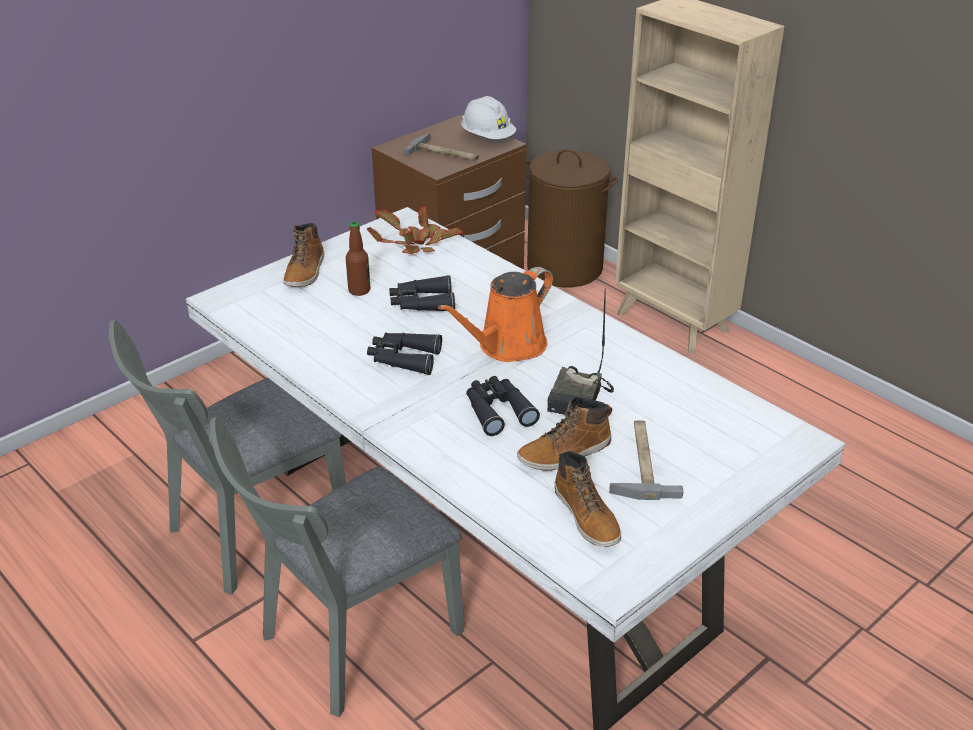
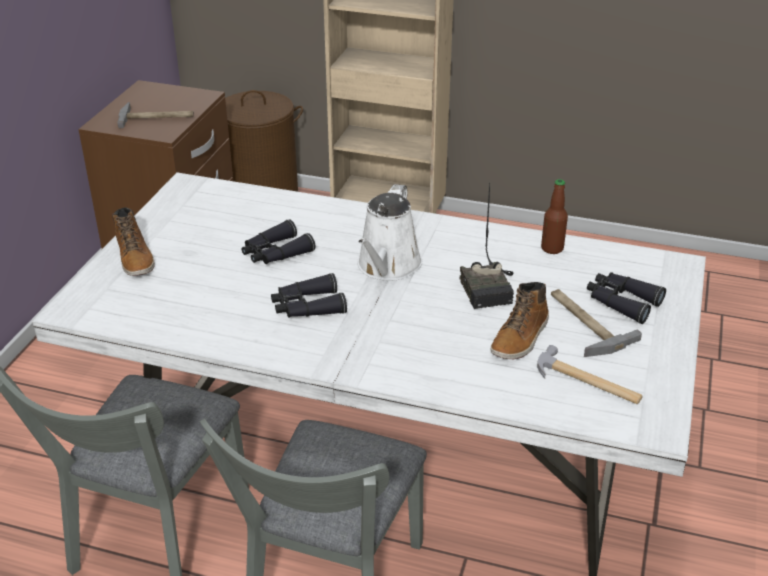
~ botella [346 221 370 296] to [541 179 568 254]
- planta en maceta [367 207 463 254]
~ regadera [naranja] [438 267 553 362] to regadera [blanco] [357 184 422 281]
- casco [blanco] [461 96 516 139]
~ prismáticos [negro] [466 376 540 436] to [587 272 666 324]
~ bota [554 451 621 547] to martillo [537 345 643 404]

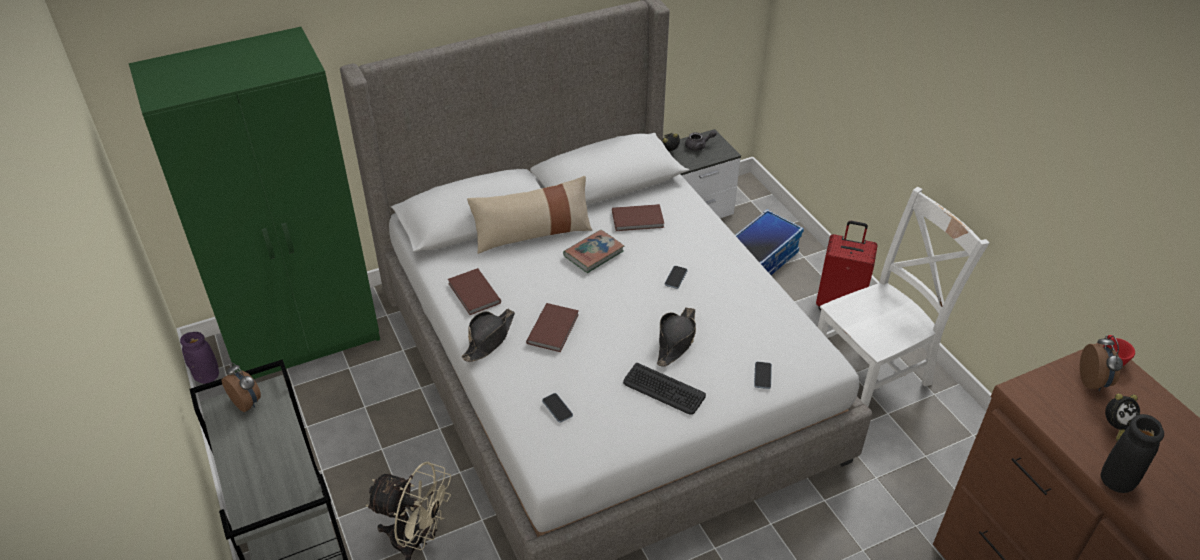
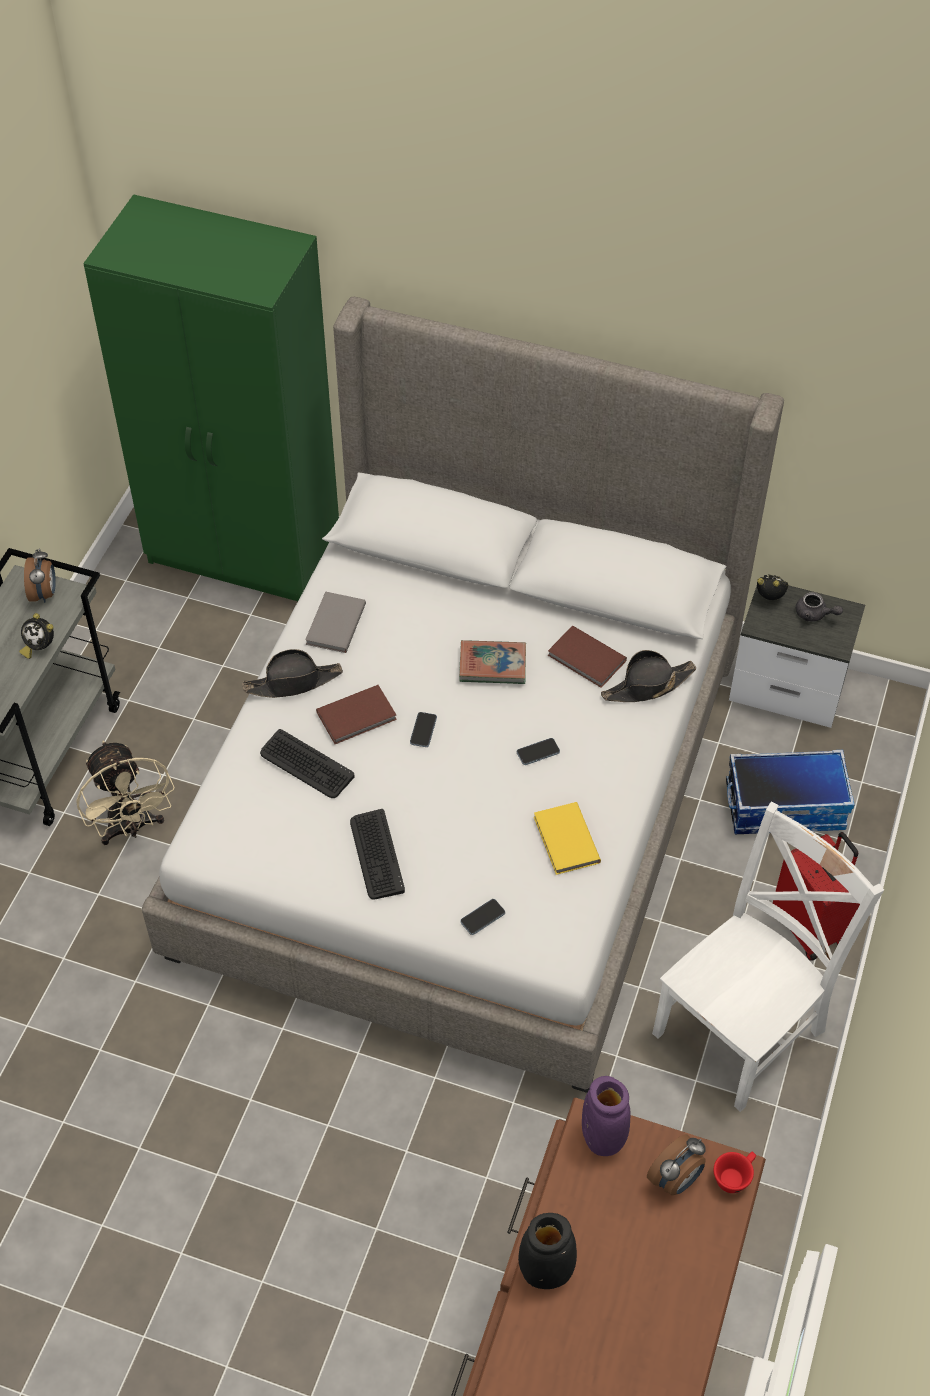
~ florero [morado] [180 332 219 384] to [582 1076 630 1156]
~ libro [marrón] [448 268 501 315] to libro [gris] [305 591 366 653]
- cojín [beis] [467 176 592 254]
~ móvil [542 393 573 422] to [410 712 437 747]
~ sombrero [negro] [657 308 696 367] to [601 650 696 702]
~ silla [blanco] [818 187 989 407] = [652 802 884 1112] 60 degrees counterclockwise
~ despertador [1105 394 1140 441] to [19 613 54 659]
+ teclado [260 729 355 798]
+ libro [amarillo] [534 802 601 875]

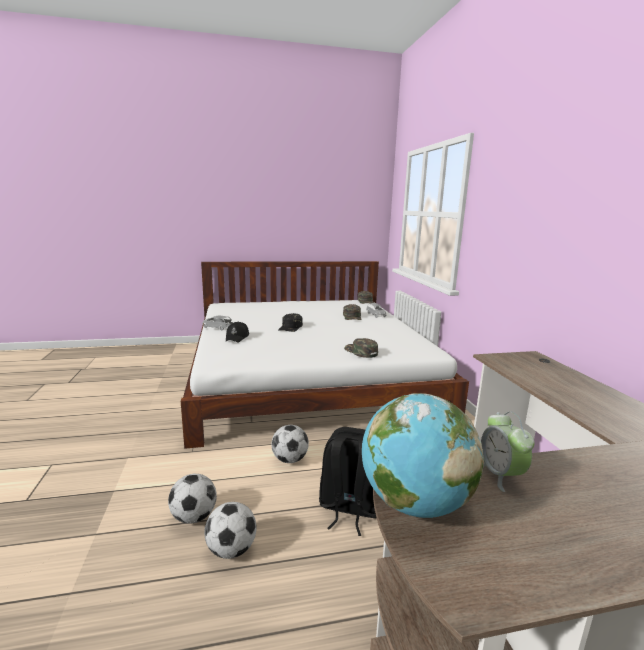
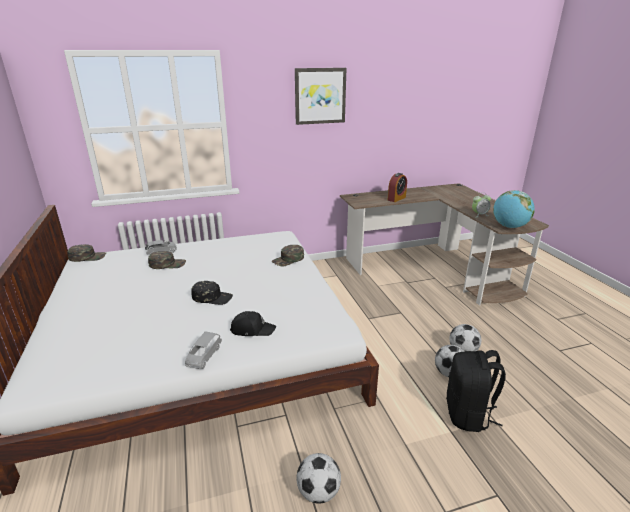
~ balón de fútbol [271 425 309 463] to [296 453 341 504]
~ mochila [negro] [319 427 376 536] to [446 350 506 432]
+ cuadro [295 68 347 125]
+ despertador [388 173 407 202]

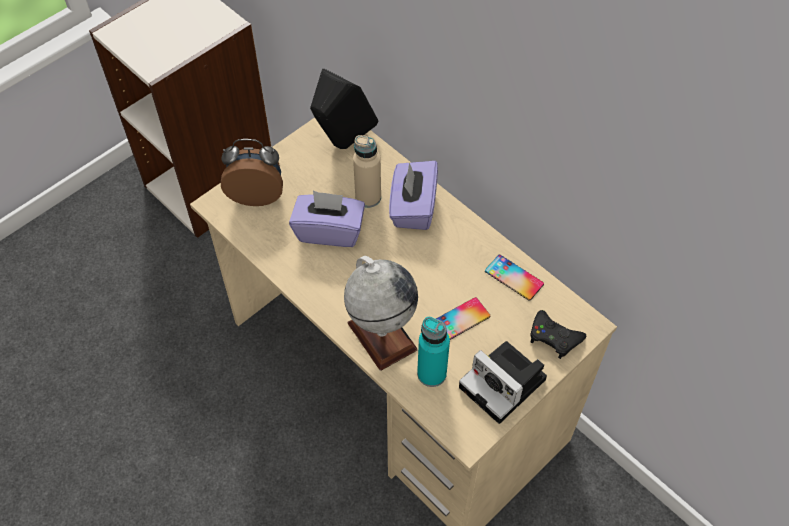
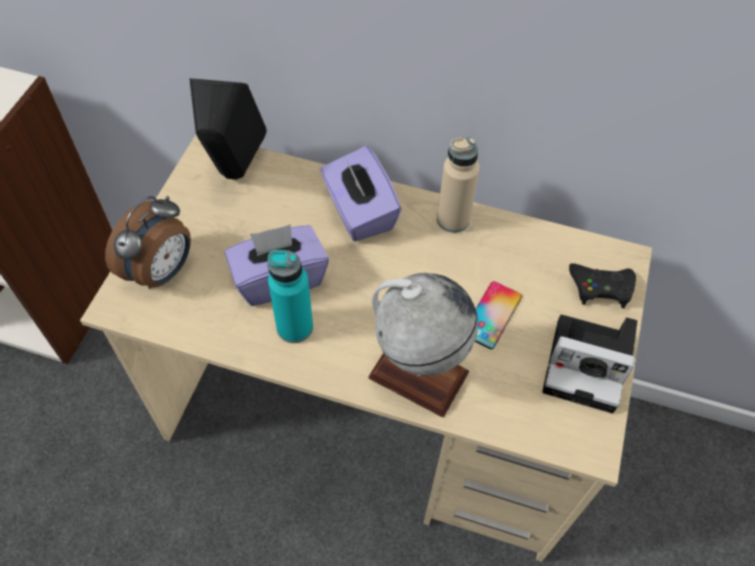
~ despertador [221 139 283 206] = [105 196 191 289] 150 degrees clockwise
~ botella [beis] [353 135 381 208] to [437 137 480 233]
~ botella [turquesa] [417 317 450 387] to [267 250 313 343]
- móvil [485 255 544 301]

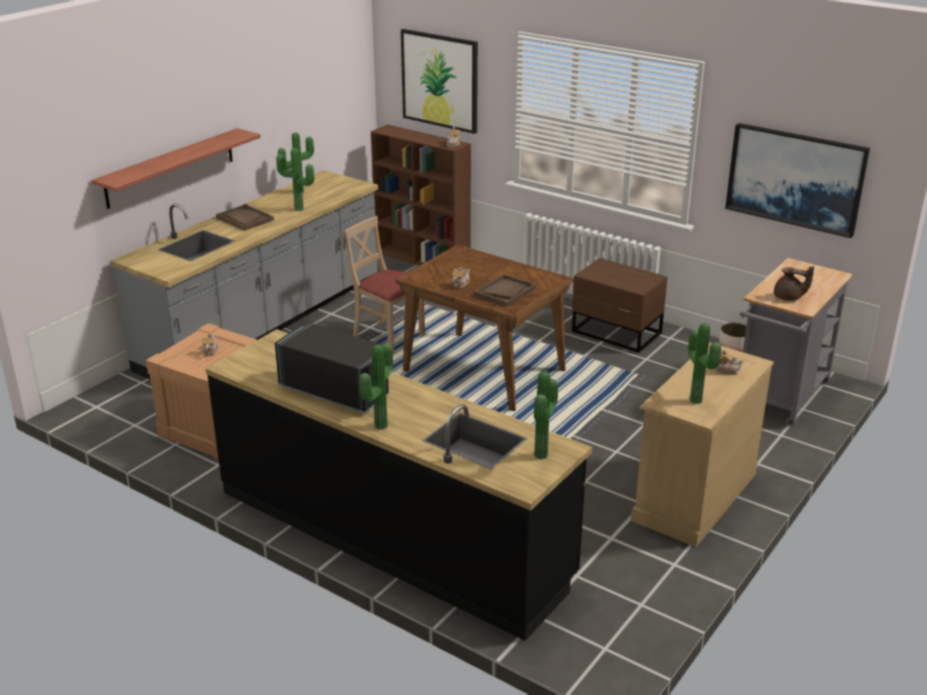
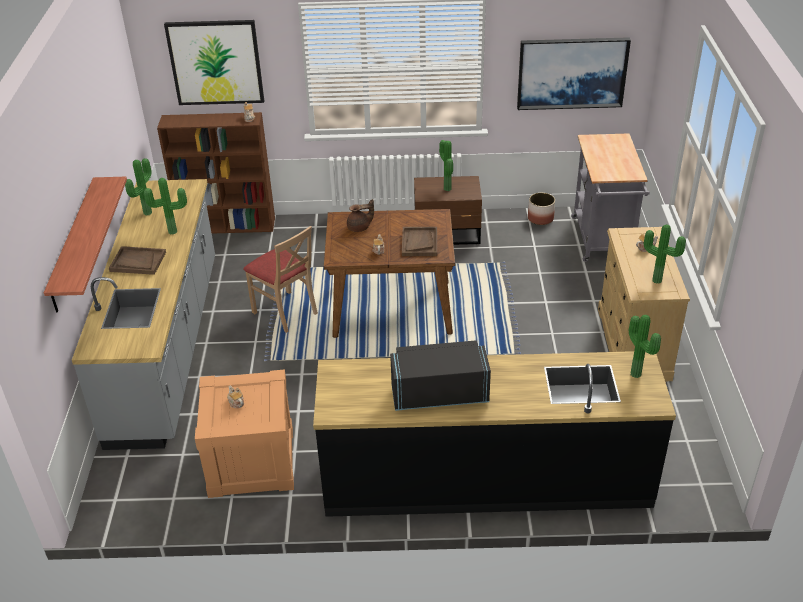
~ silla [beis] [344 216 425 354] = [243 226 318 333] 135 degrees counterclockwise
~ planta en maceta [359 344 393 430] to [439 140 453 191]
~ tetera [marrón] [774 266 814 301] to [347 199 374 232]

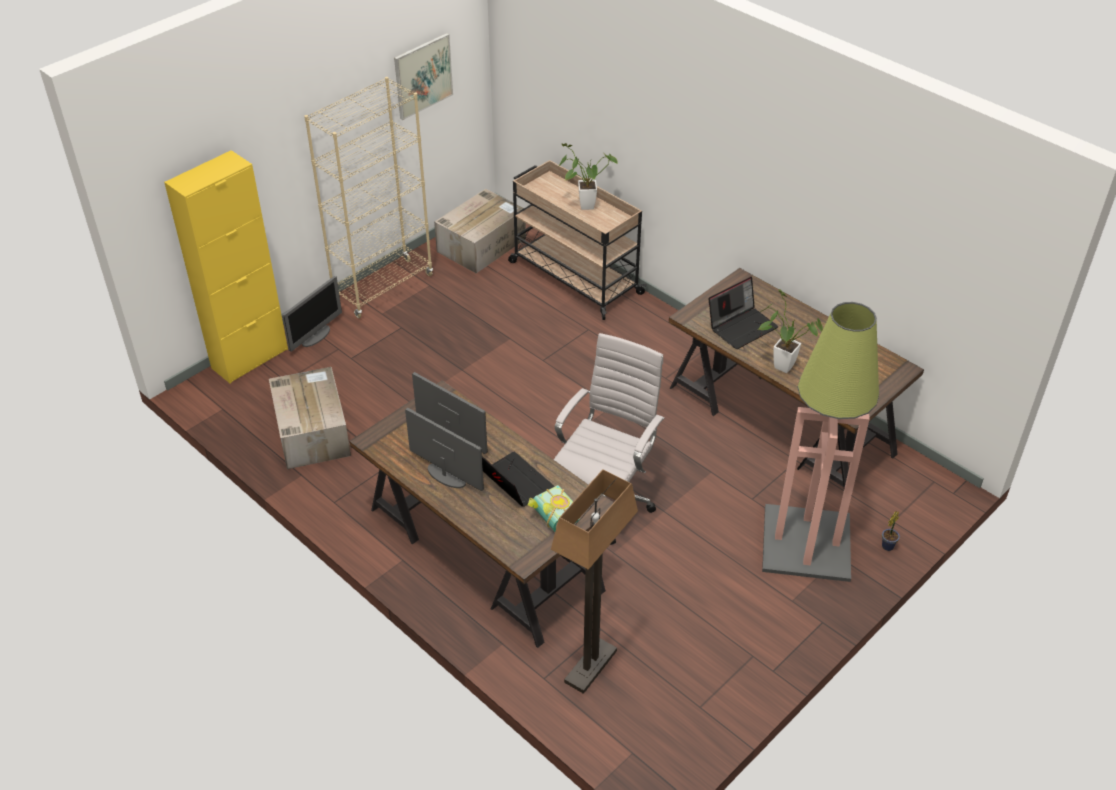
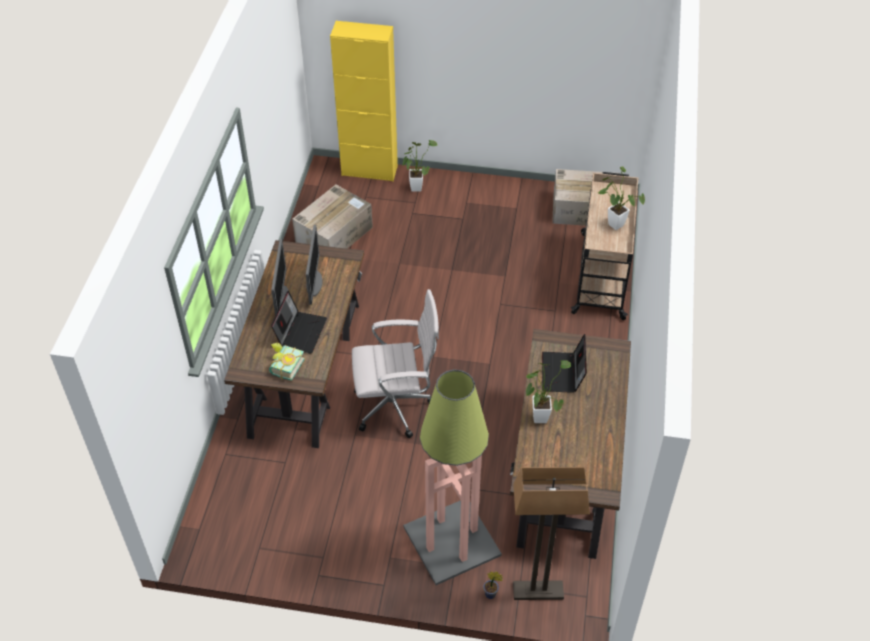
~ monitor [282 276 342 352] to planta en maceta [403 140 438 192]
- estantería [beis] [304 77 433 318]
- cuadro [394 33 453 120]
~ lámpara de pie [551 469 638 694] to [513 467 590 600]
~ portátil [709 277 778 349] = [542 334 587 393] 75 degrees clockwise

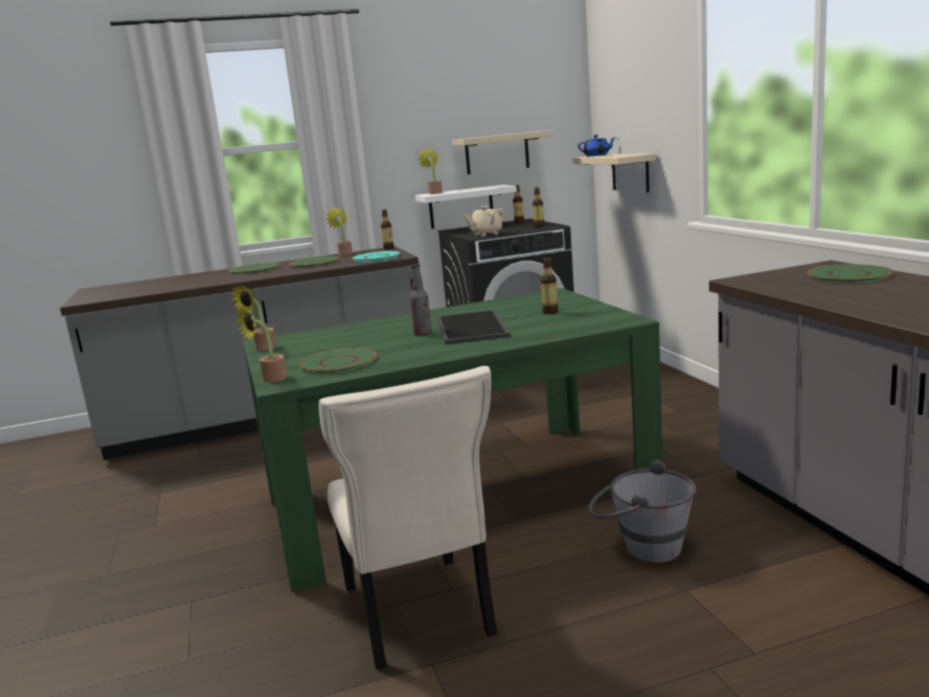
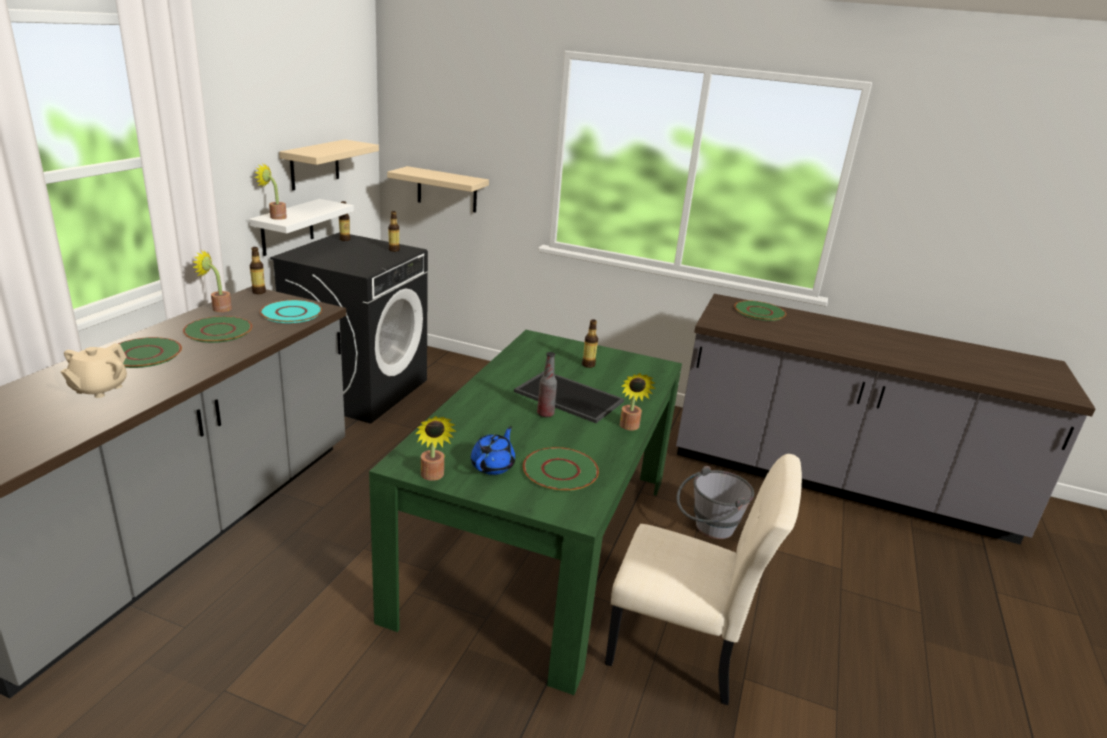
~ planta en maceta [235 305 287 382] to [620 373 656 430]
~ tetera [beis] [464 206 506 236] to [60 343 127 398]
~ tetera [azul] [578 135 616 156] to [471 426 515 475]

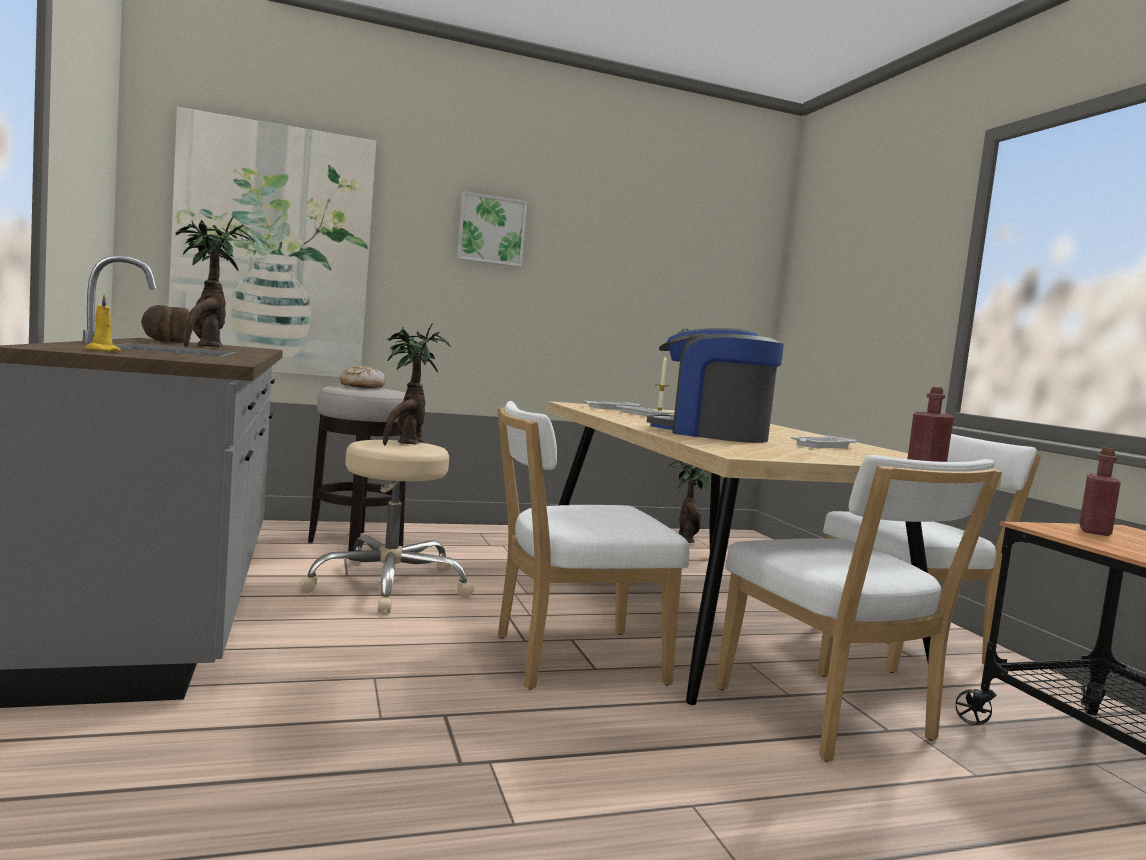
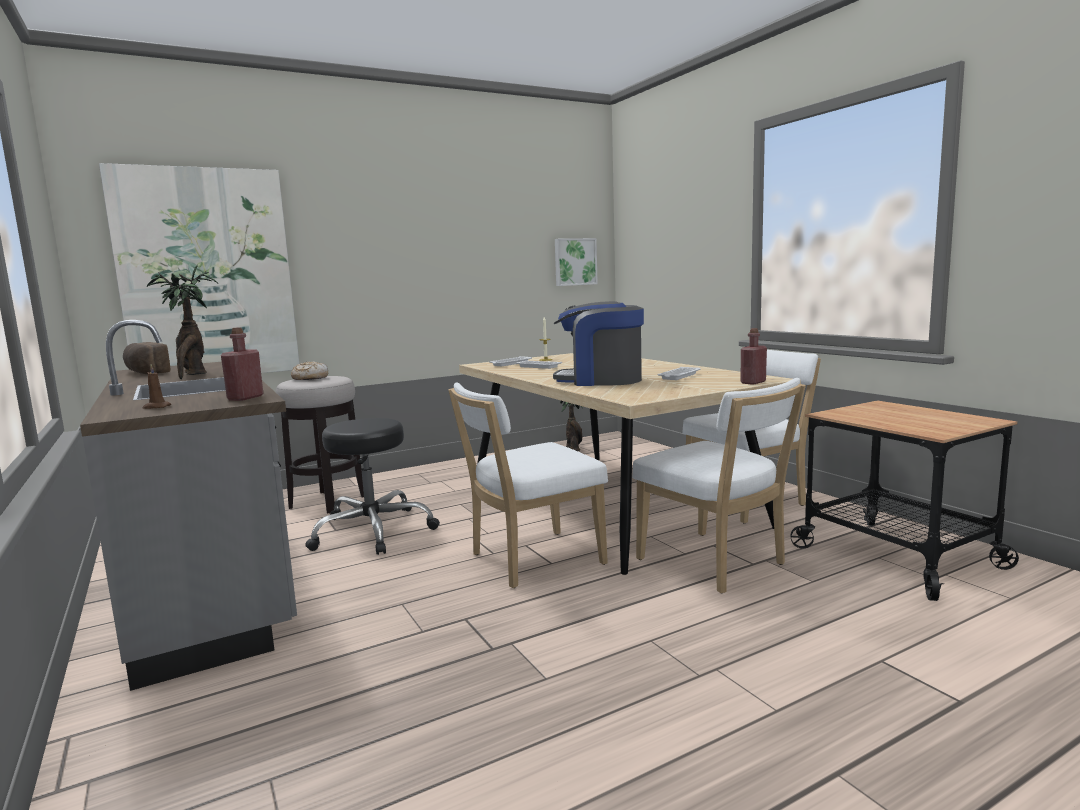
~ vela [amarillo] [85 295 121 351] to vela [marrón] [143 364 171 409]
~ taburete [beis] [299 440 474 613] to taburete [negro] [305 418 440 555]
- planta en maceta [383 323 450 446]
~ cuadro [457 191 527 267] to [555 238 598 286]
~ botella [rojo] [1079 447 1121 536] to [221 327 263 401]

